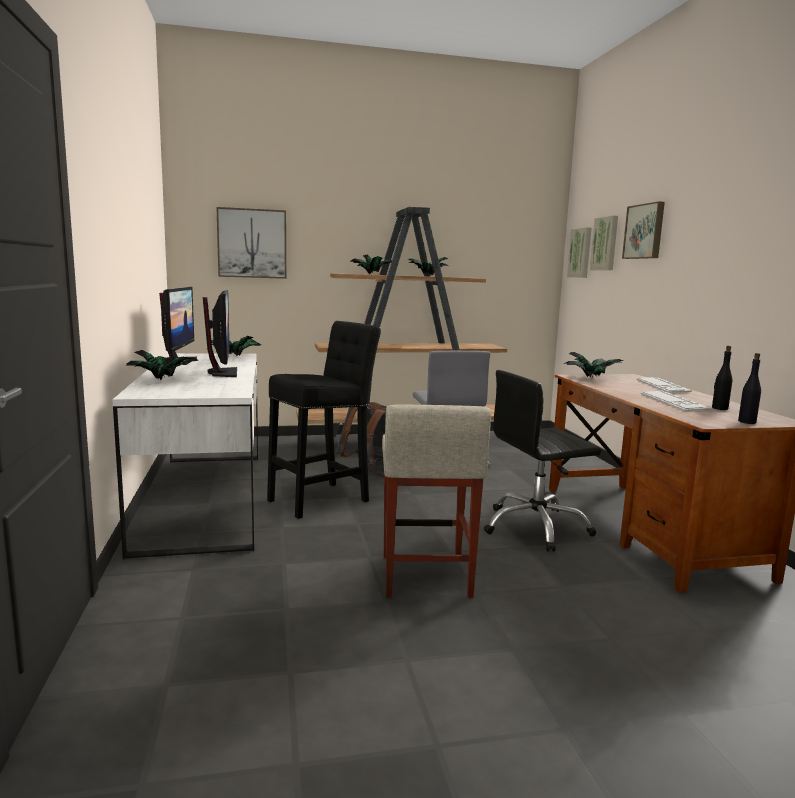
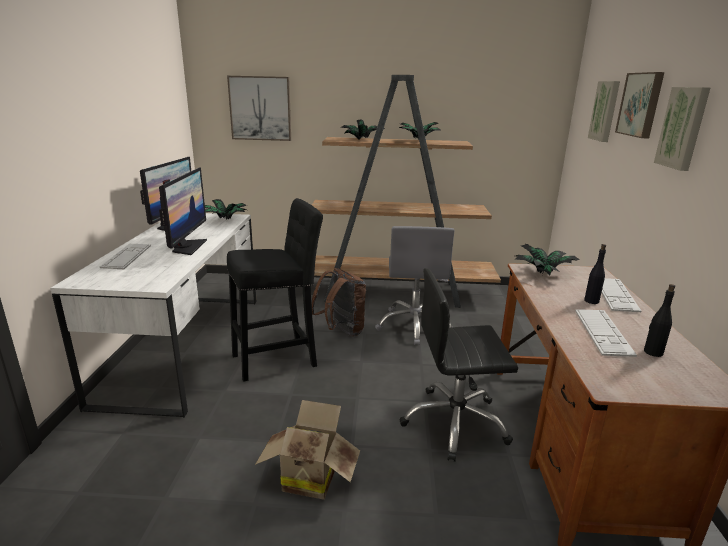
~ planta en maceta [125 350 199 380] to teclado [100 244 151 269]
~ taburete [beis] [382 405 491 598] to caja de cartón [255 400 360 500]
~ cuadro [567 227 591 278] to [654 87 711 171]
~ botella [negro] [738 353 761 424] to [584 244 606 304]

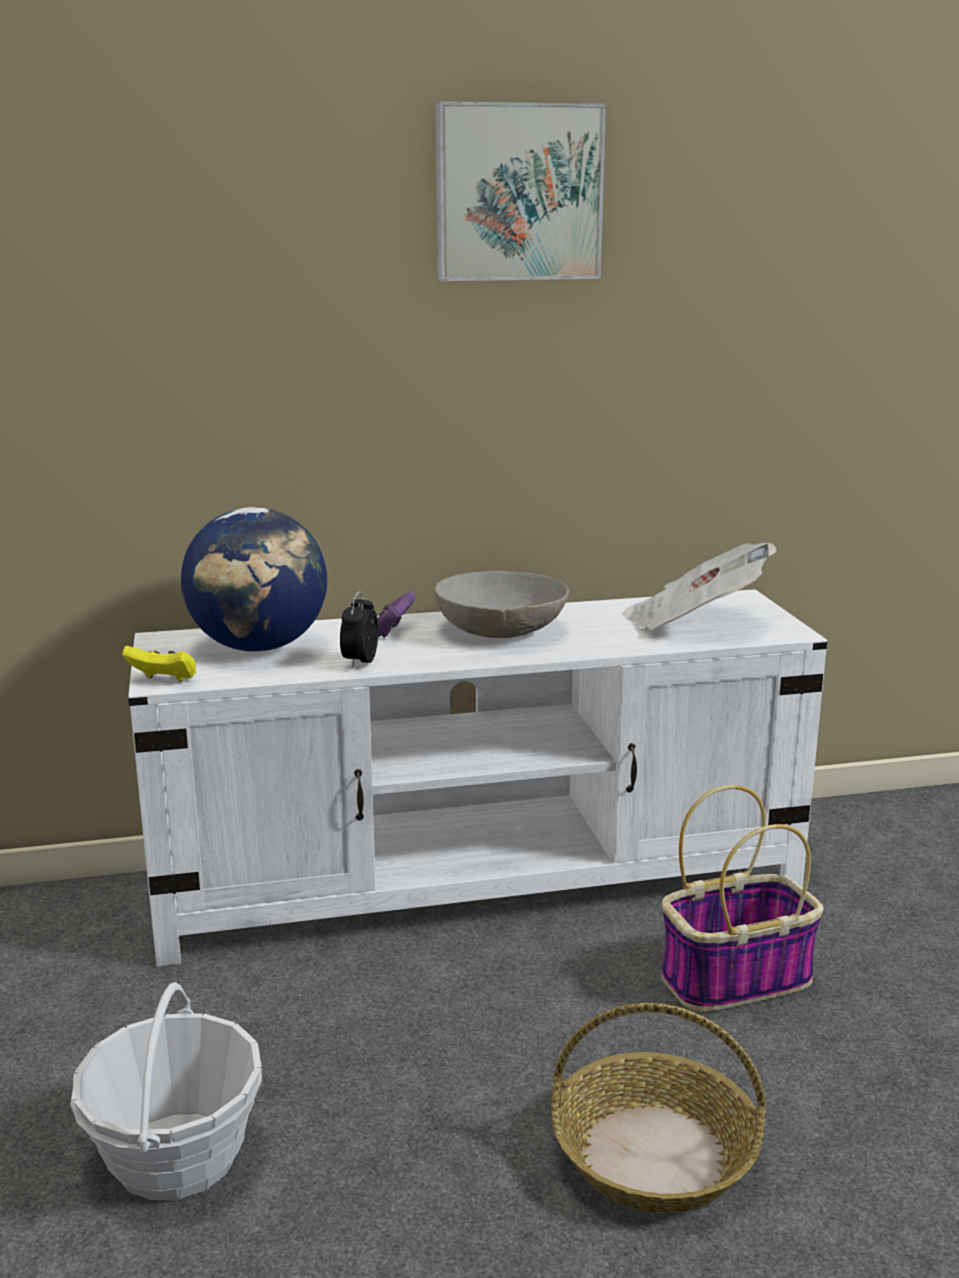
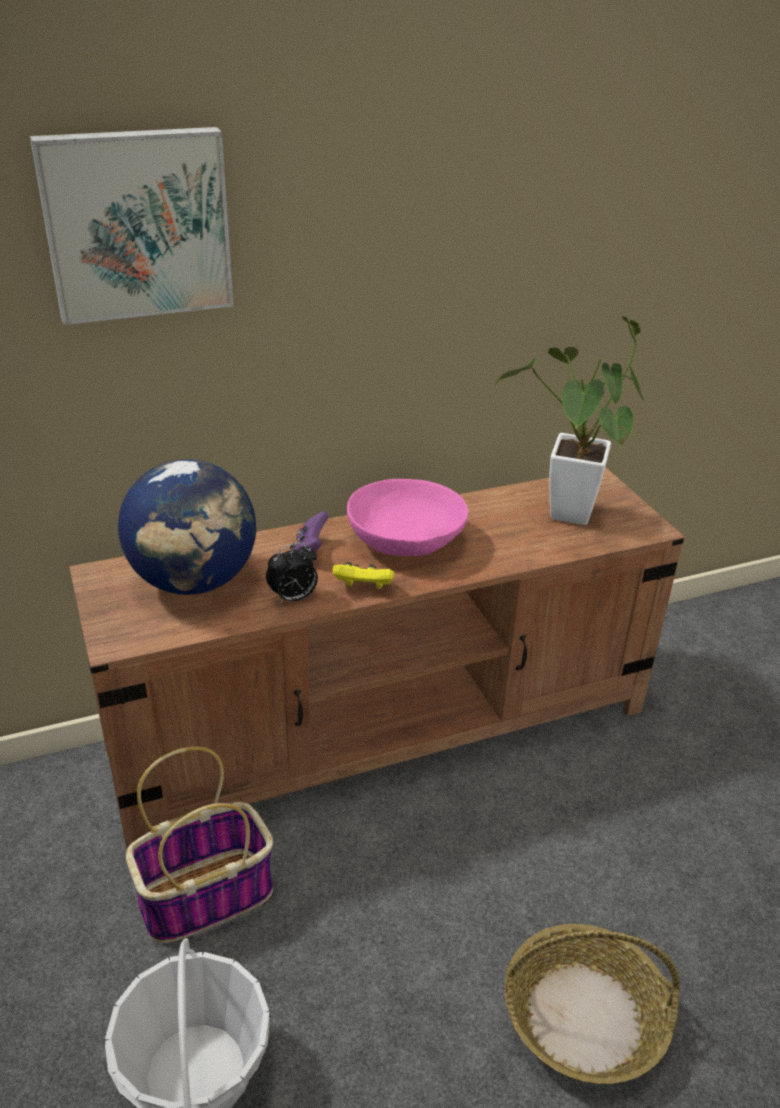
~ mando de consola [amarillo] [122 646 197 682] to [333 562 394 589]
~ mueble de televisión [blanco] [128 589 828 967] to mueble de televisión [marrón] [69 467 685 849]
~ despertador [340 591 378 669] = [266 542 318 604] 120 degrees counterclockwise
~ cuenco [gris] [434 571 569 638] to cuenco [rosa] [347 479 468 556]
~ cuadro [436 101 606 281] to [30 127 233 325]
~ periódico [623 543 777 630] to planta en maceta [493 316 644 525]
~ cesta [661 785 824 1012] to [126 747 273 943]

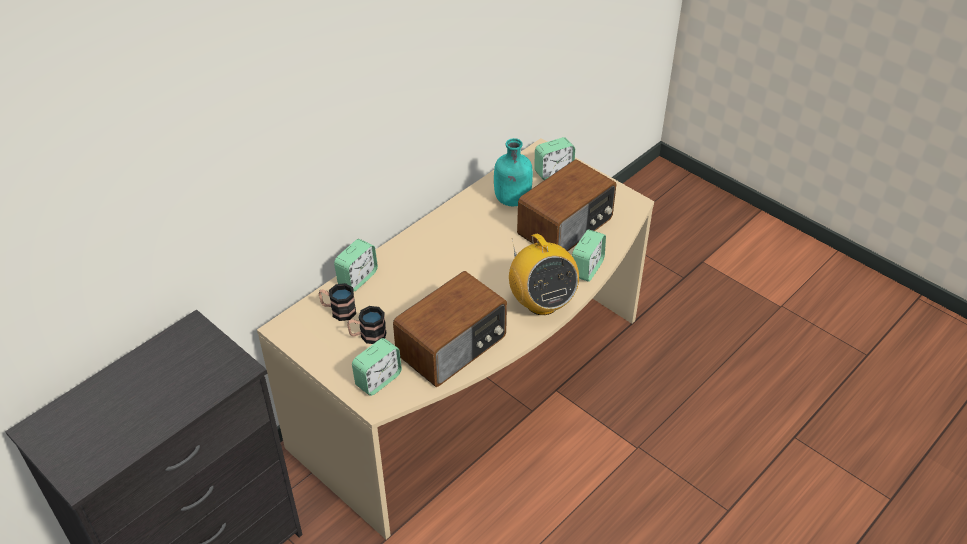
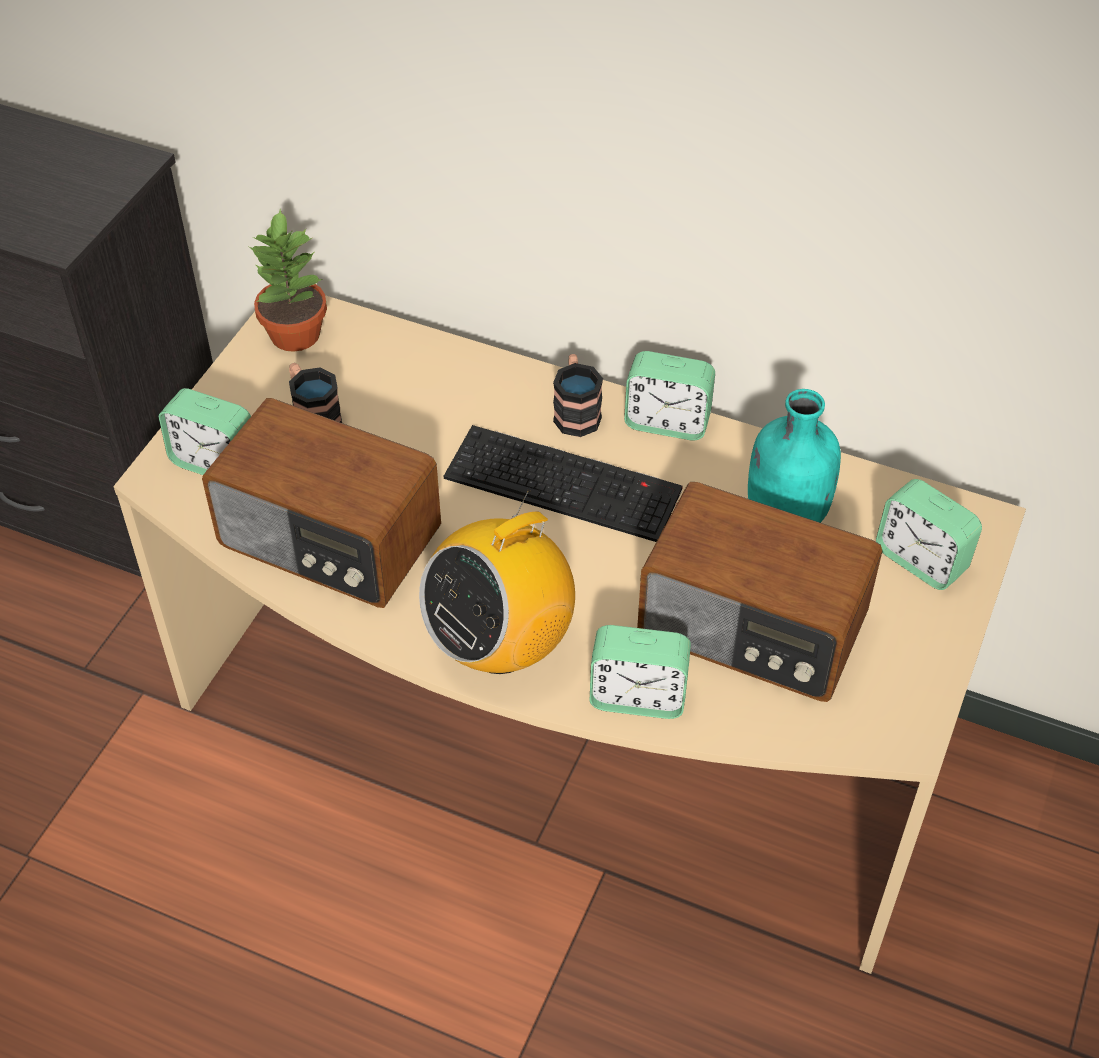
~ taza grande [319 283 356 321] to [553 354 603 437]
~ despertador [334 239 378 292] to [624 351 715 441]
+ planta en maceta [249 209 327 352]
+ teclado [444 425 683 542]

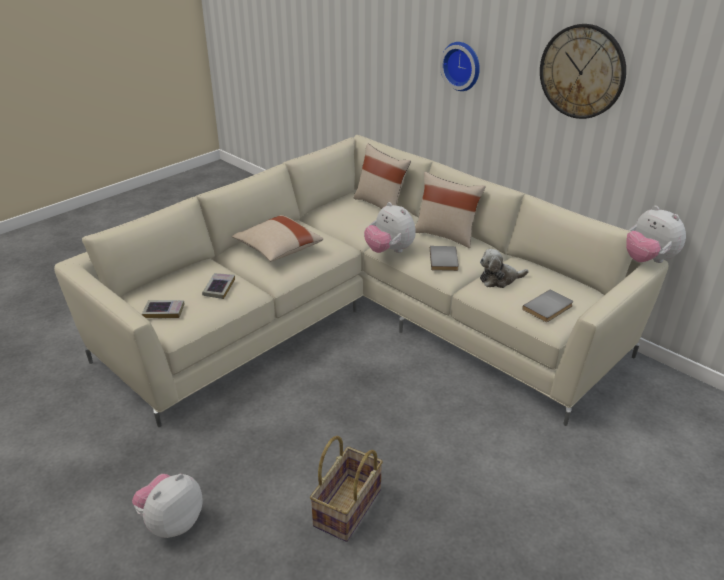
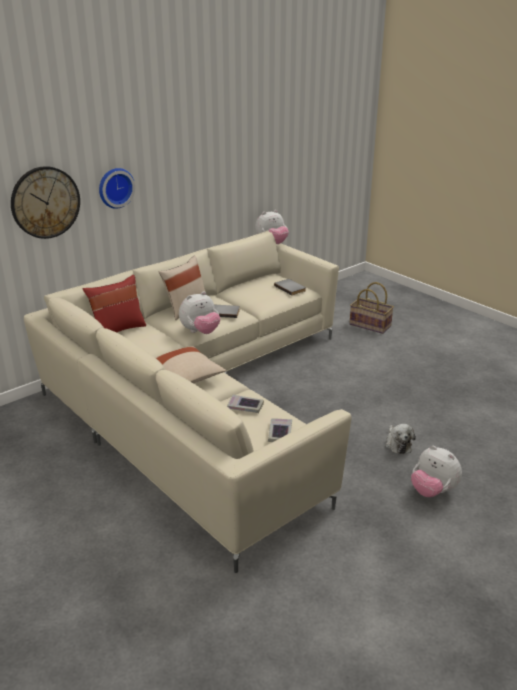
~ cesta [310 436 383 542] to [349 282 394 334]
~ cojín [beis] [354 144 411 209] to cojín [rojo] [83 275 146 332]
~ peluche [480 249 529 288] to [385 424 416 454]
~ reloj de pared [540 24 626 119] to [11 166 80 239]

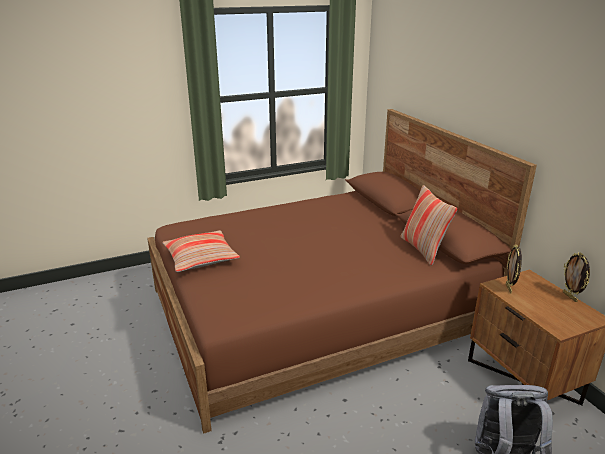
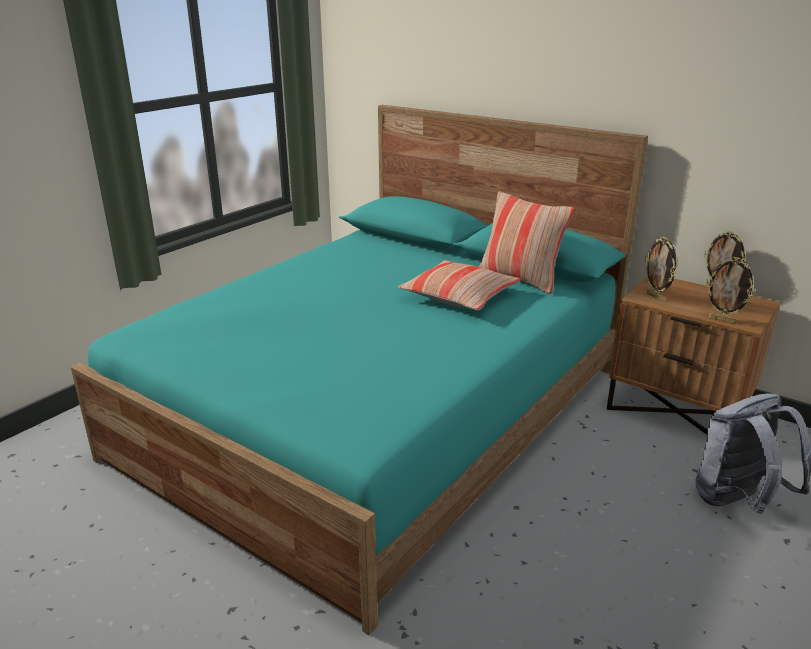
~ cama [marrón] [147 109 537 434] to cama [turquesa] [71 105 648 635]
~ cojín [162 230 240 272] to [397 260 521 311]
+ portarretratos [706 257 755 324]

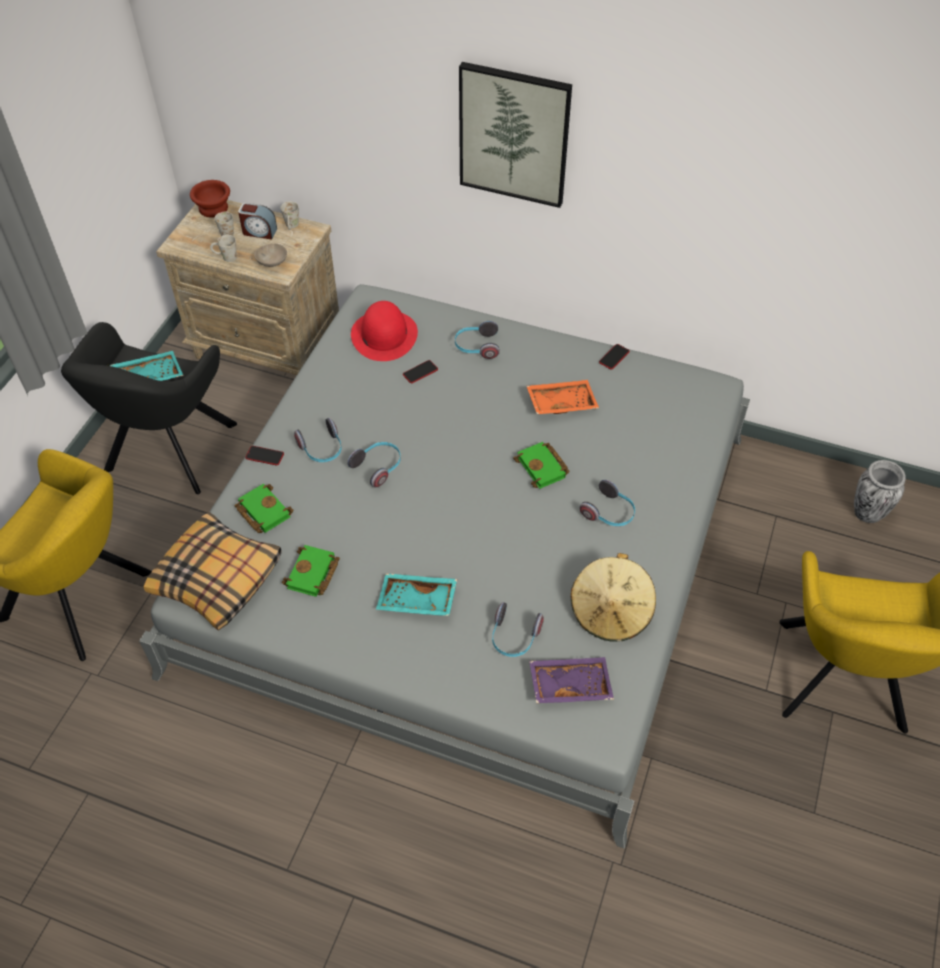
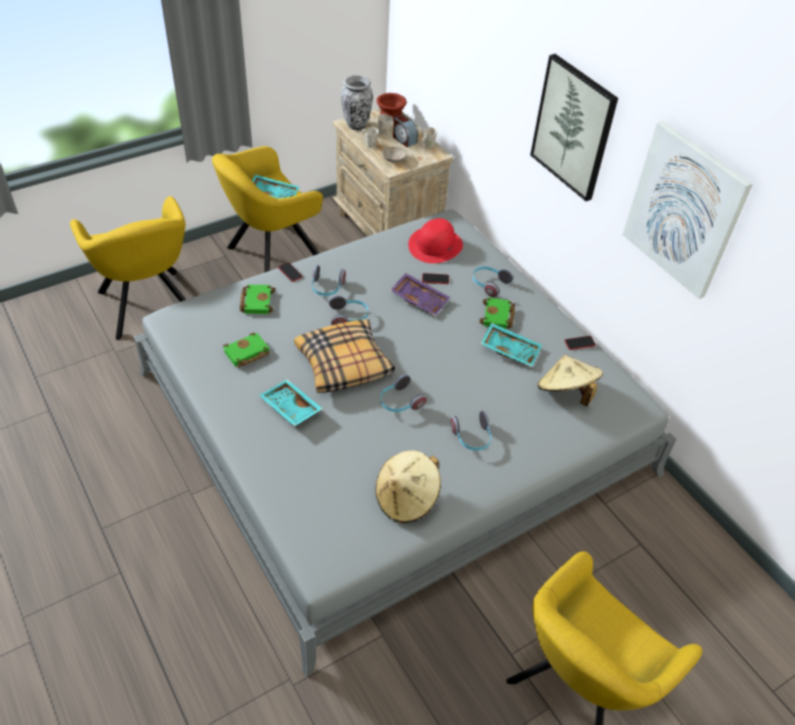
~ sillón [negro] [61 322 237 494] to sillón [amarillo] [212 146 323 273]
~ cojín [144 512 282 631] to [294 319 395 393]
~ auriculares [492 602 544 657] to [380 375 427 412]
~ libro [verde] [513 442 570 489] to [479 297 515 329]
~ bandeja [naranja] [527 380 599 414] to bandeja [turquesa] [480 323 542 367]
~ bandeja [morado] [529 657 614 703] to [390 273 450 316]
~ florero [854 460 906 523] to [341 75 373 130]
+ sombrero [beis] [537 355 603 407]
+ cuadro [623 121 753 299]

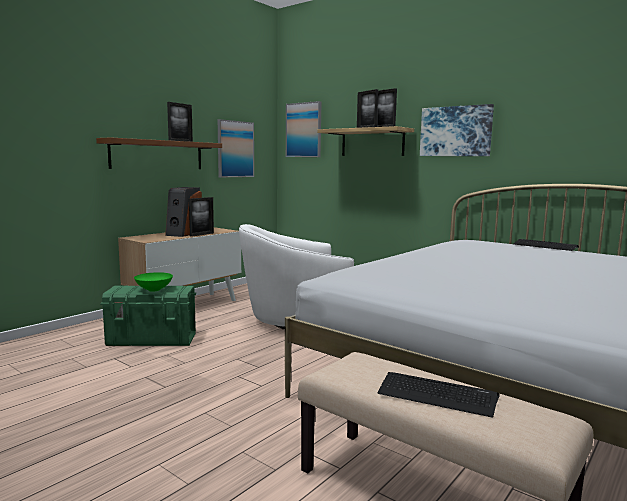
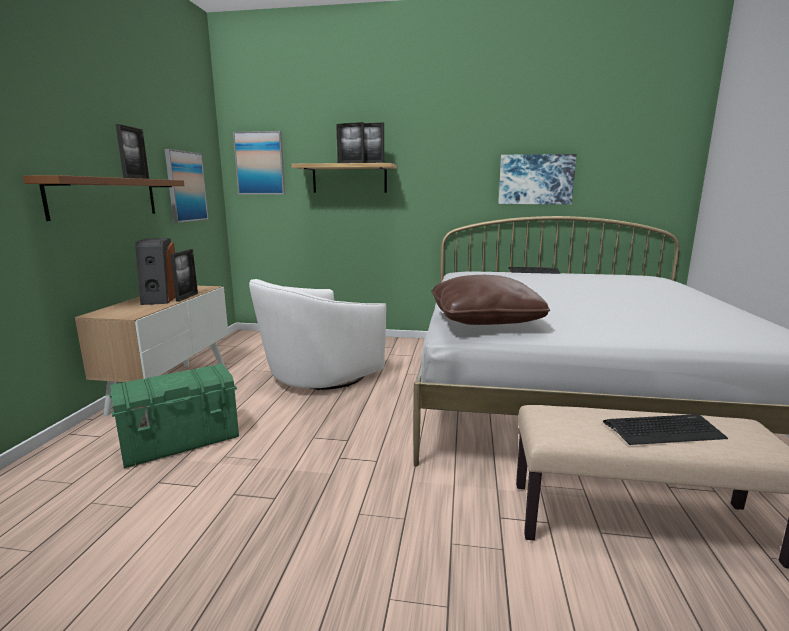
- cuenco [verde] [134 272 173 292]
~ cuadro [420 104 494 156] to [498 154 576 204]
+ cojín [marrón] [431 275 550 325]

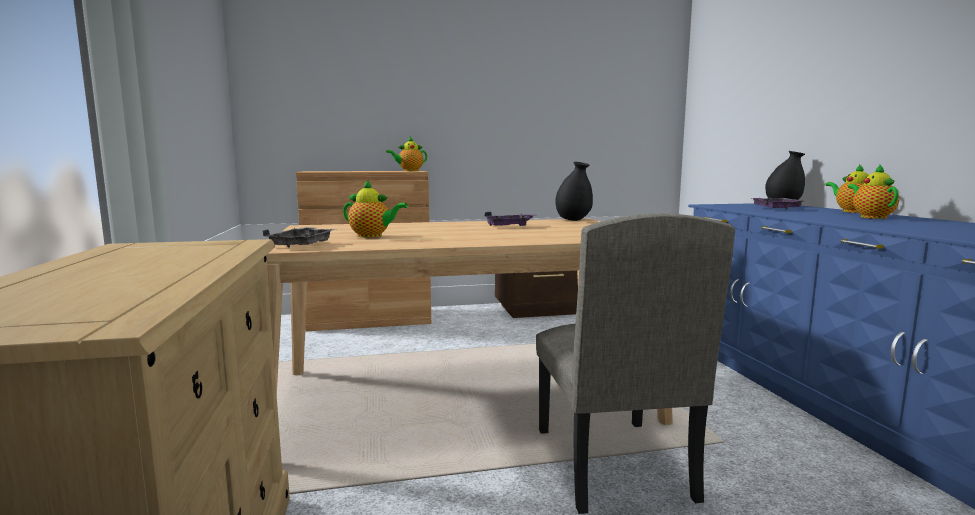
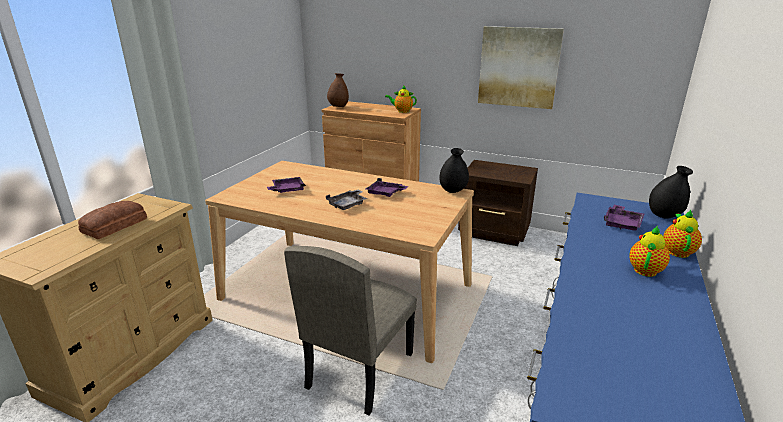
~ bandeja [gris] [263 227 335 247] to [326 189 367 210]
~ tetera [343 180 408 238] to bandeja [morado] [267 177 306 193]
+ pan [78 201 147 239]
+ florero [marrón] [327 73 349 107]
+ cuadro [478 26 564 109]

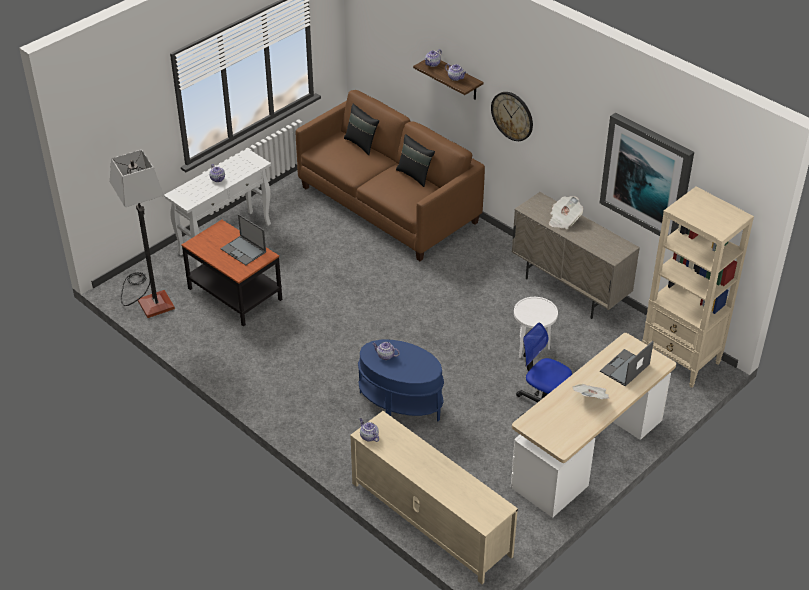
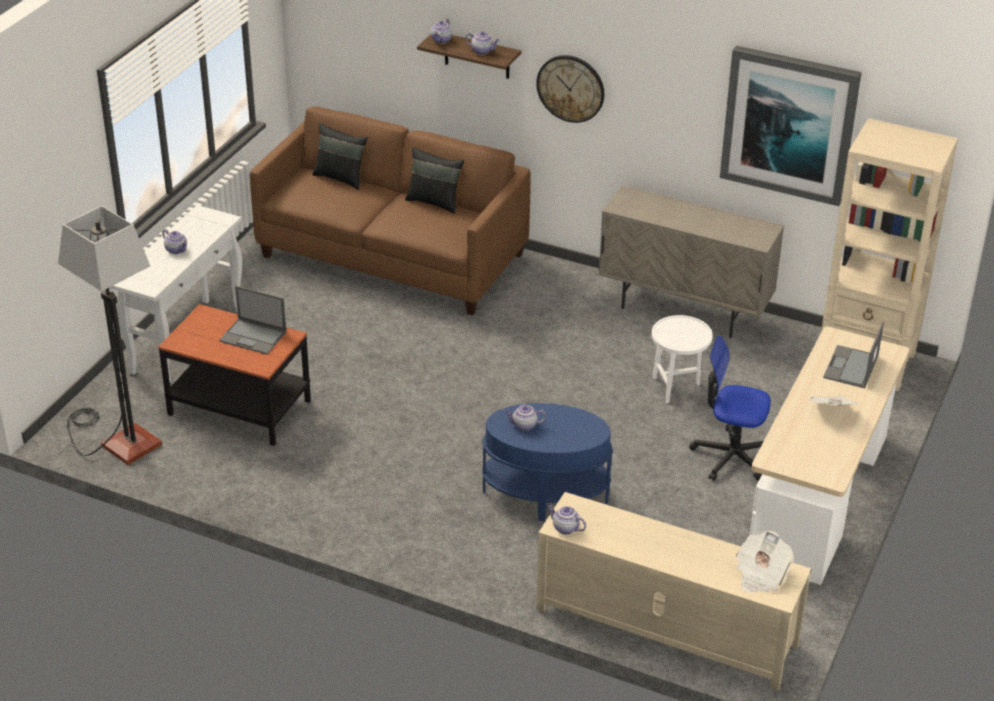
~ periódico [549 196 583 229] to [736 531 794 592]

